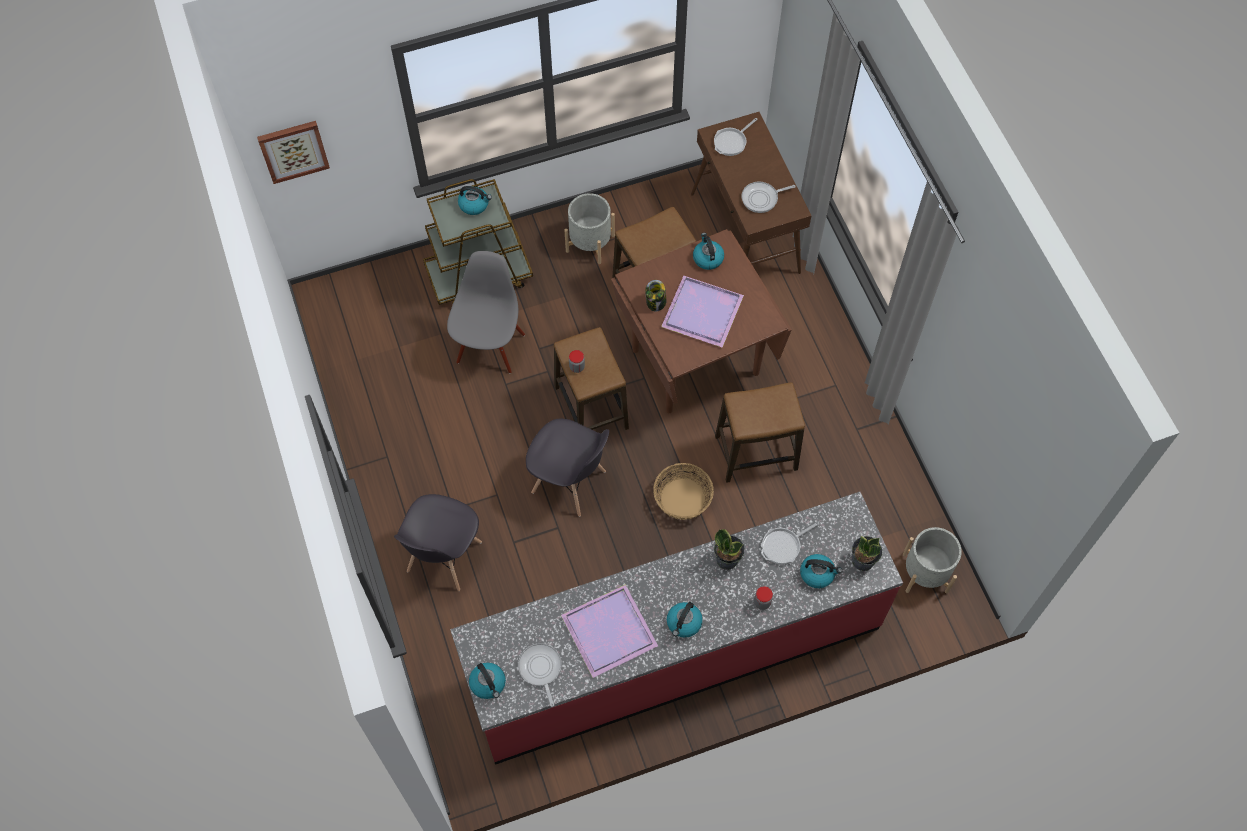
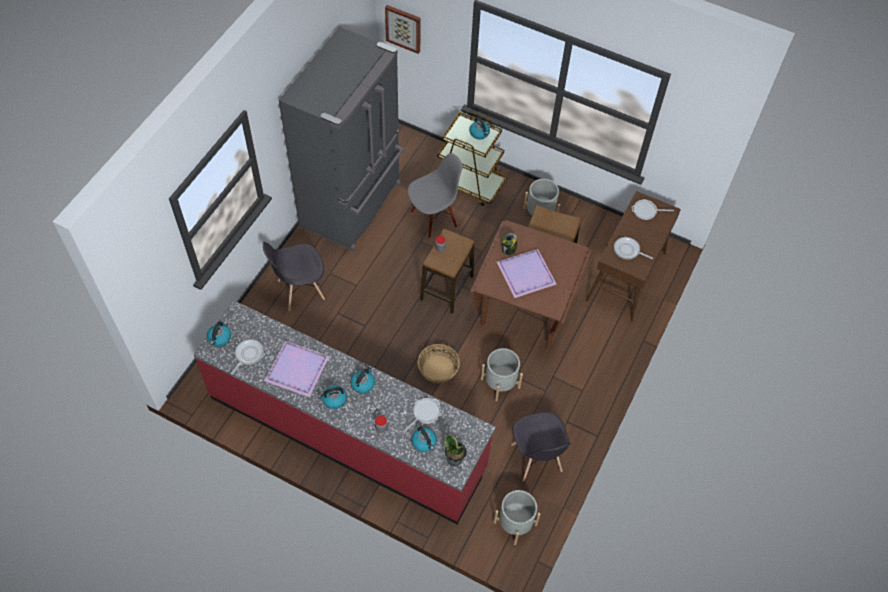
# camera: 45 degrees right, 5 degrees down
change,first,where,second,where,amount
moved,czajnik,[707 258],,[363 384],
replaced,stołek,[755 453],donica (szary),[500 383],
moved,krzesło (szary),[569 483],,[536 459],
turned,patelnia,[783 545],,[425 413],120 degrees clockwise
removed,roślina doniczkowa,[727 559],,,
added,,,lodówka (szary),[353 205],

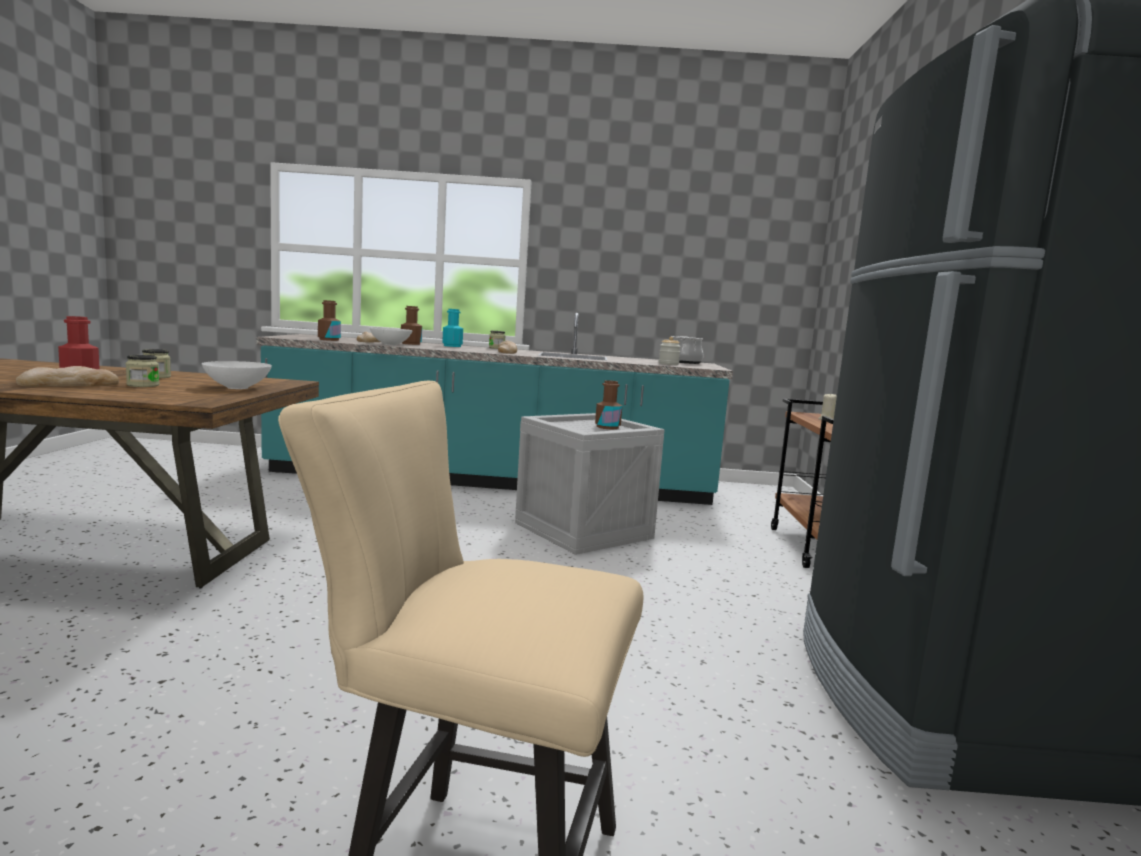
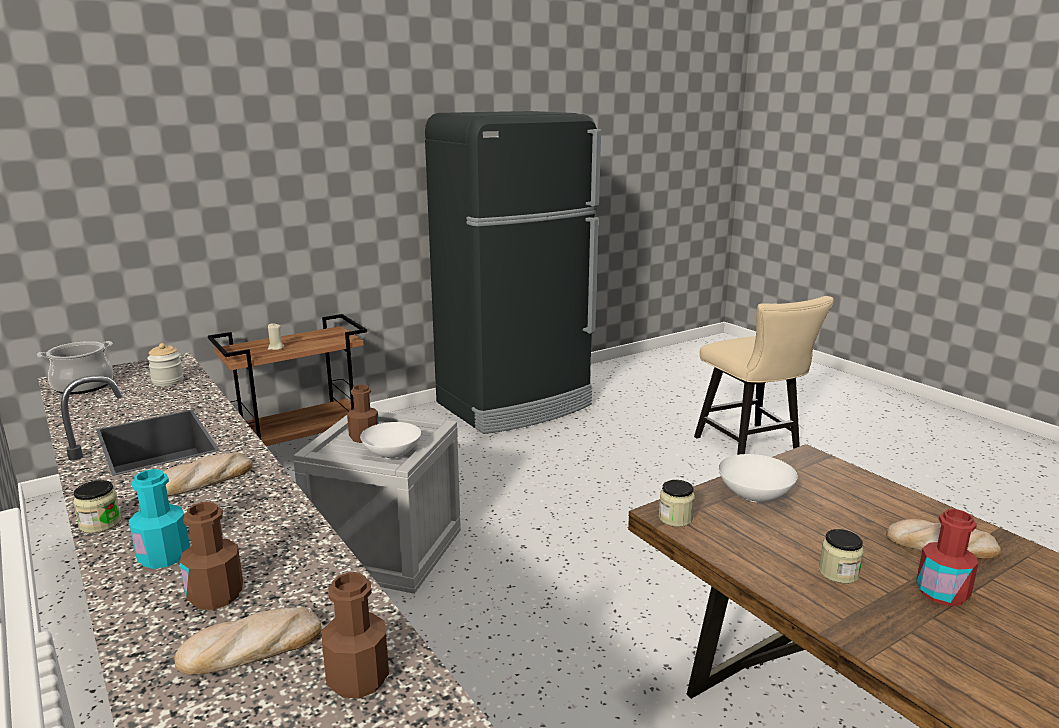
# camera: 125 degrees left, 10 degrees up
change,first,where,second,where,amount
moved,miska (biały),[390 344],,[393 454],
moved,słoik,[143 385],,[675 518],

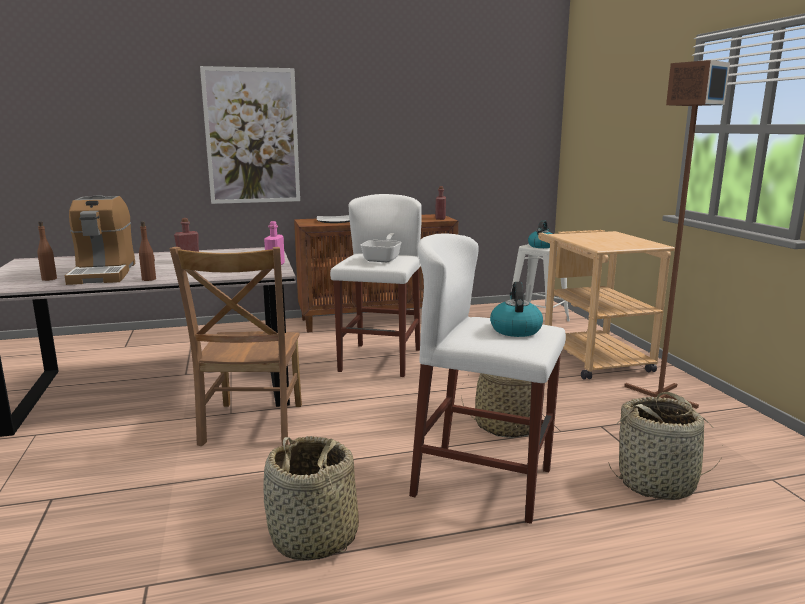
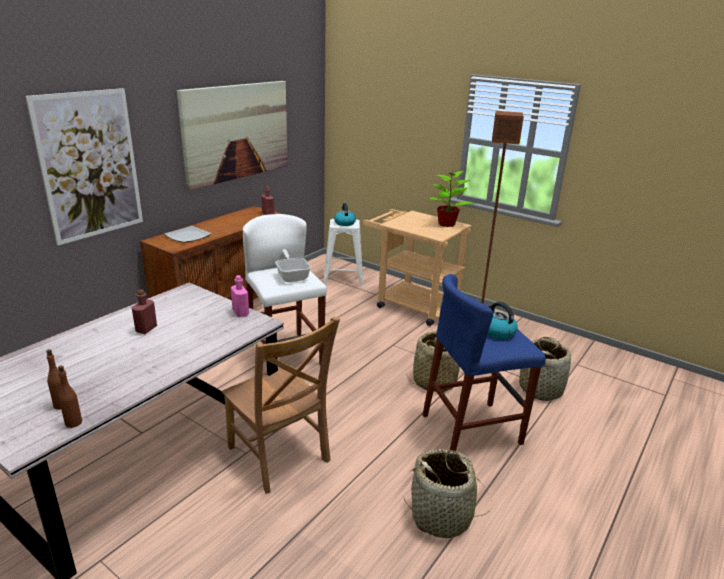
# camera: 40 degrees left, 10 degrees up
change,first,where,second,where,amount
removed,ekspres do kawy,[103 273],,,
moved,butelka (brązowy),[149 279],,[74 422],
recoloured,stołek (biały),[483 482],stołek (niebieski),[472 429],
added,,,obraz,[237 132],
added,,,roślina doniczkowa,[447 224],

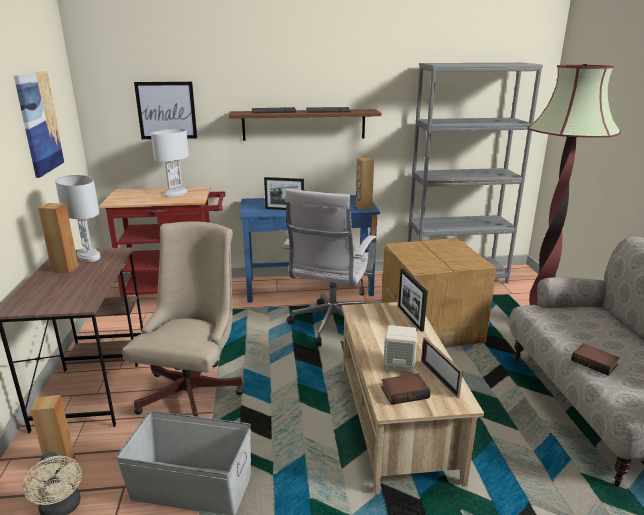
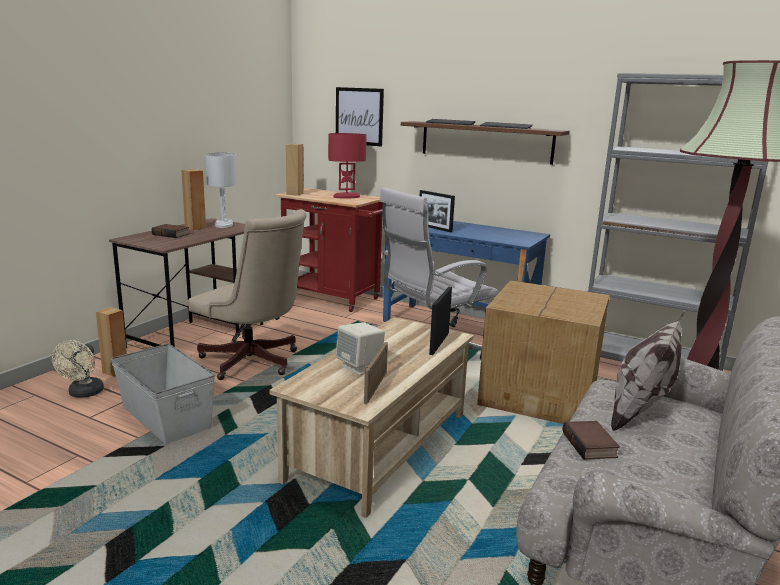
# camera: 35 degrees right, 5 degrees down
change,first,where,second,where,amount
removed,obraz,[39 123],,,
recoloured,lampa stołowa (biały),[175 193],lampa stołowa (czerwony),[346 197],
moved,głośnik (brązowy),[363 207],,[294 194],
turned,krzesło biurowe (beżowy),[194 389],,[253 363],75 degrees clockwise
moved,książka,[404 392],,[172 234],
added,,,poduszka,[640 414],

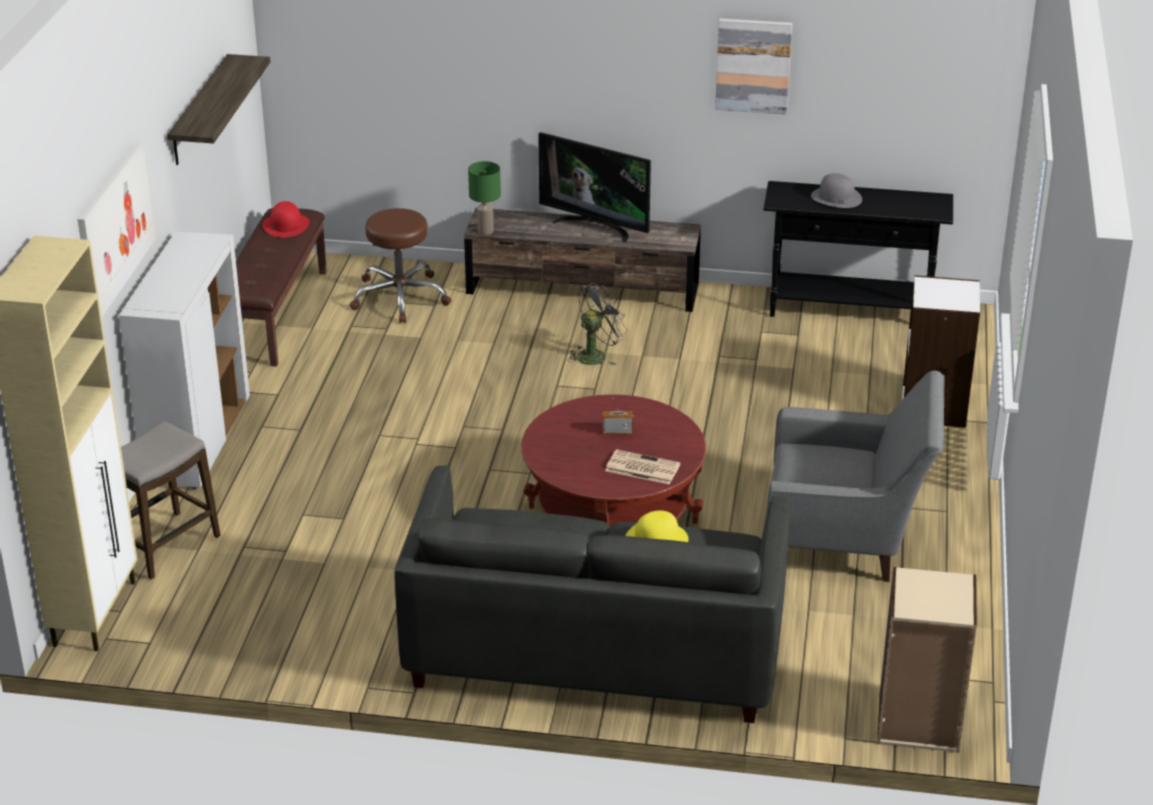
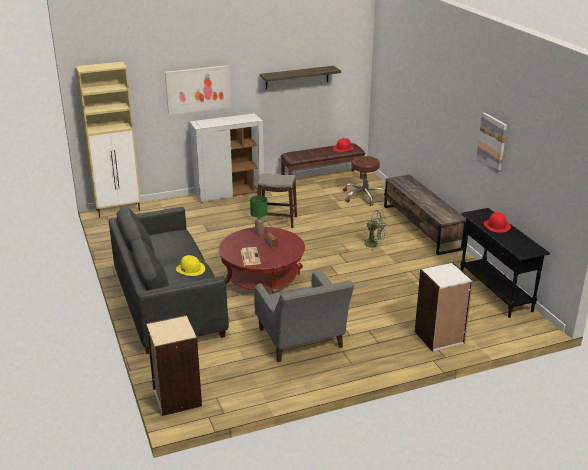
# camera: 60 degrees right, 5 degrees down
change,first,where,second,where,amount
removed,telewizor,[596 226],,,
moved,lampa stołowa (zielony),[485 231],,[259 233],
recoloured,kapelusz (szary),[836 197],kapelusz (czerwony),[497 225],
moved,stołek,[164 546],,[277 221],

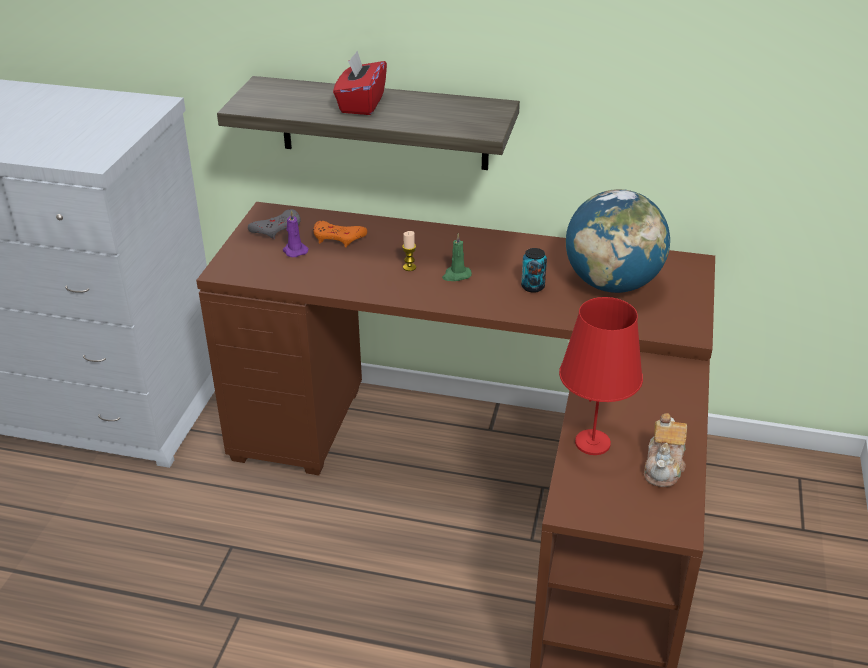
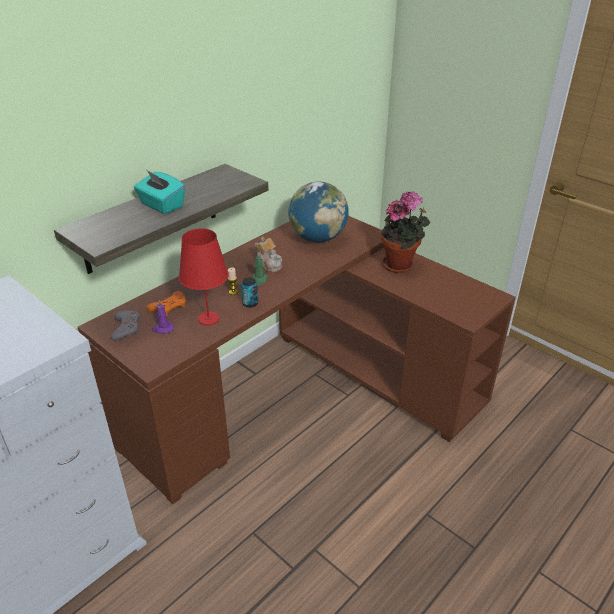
# camera: 60 degrees left, 0 degrees up
change,first,where,second,where,amount
recoloured,pudełko chusteczek (czerwony),[361 104],pudełko chusteczek (turkusowy),[161 205],
moved,puszka,[532 287],,[250 303],
moved,lampa stołowa (czerwony),[593 442],,[208 318],
moved,imbryk,[664 467],,[269 264],
added,,,roślina doniczkowa,[400 265],

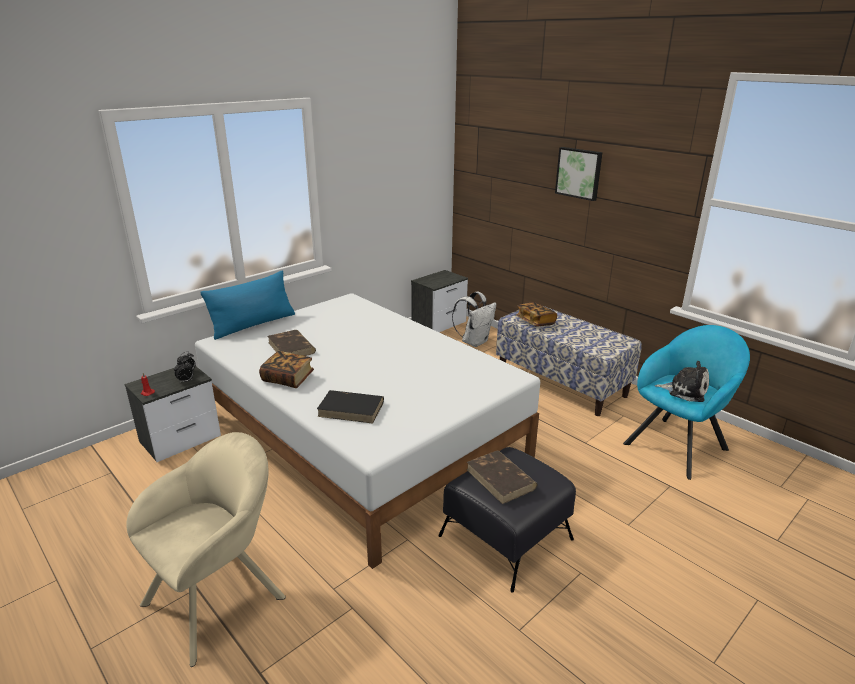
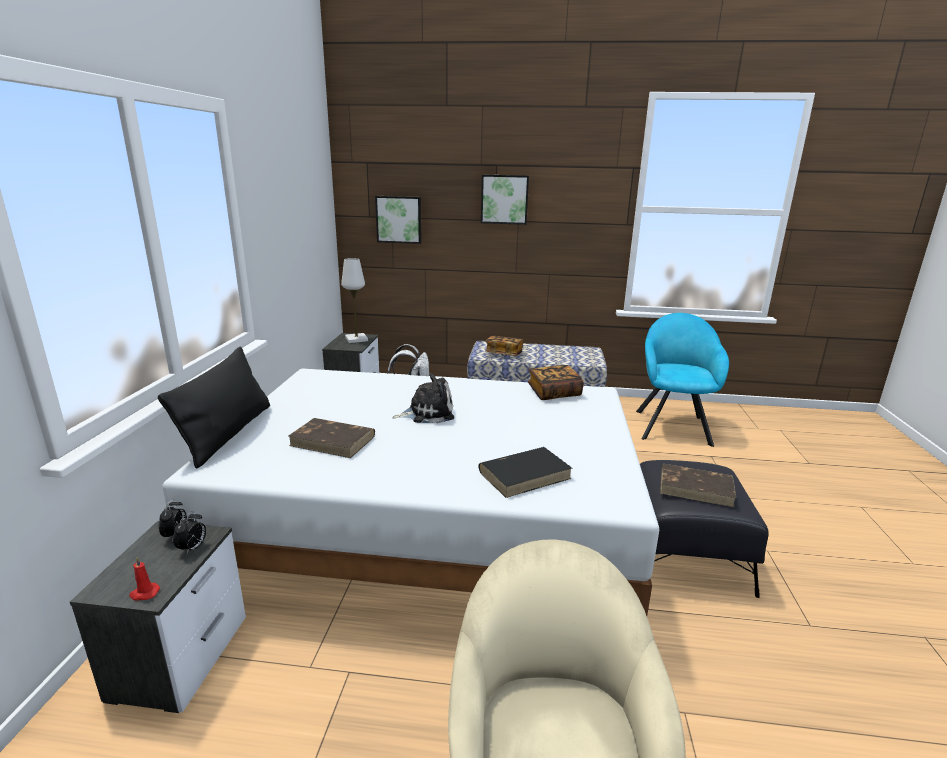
# camera: 40 degrees left, 5 degrees down
change,first,where,second,where,amount
recoloured,poduszka (niebieski),[253 324],poduszka (czarny),[228 433],
moved,książka,[288 379],,[554 393],
moved,pluszak,[685 390],,[427 413],
added,,,obraz,[399 219],
added,,,lampa stołowa (biały),[356 339],

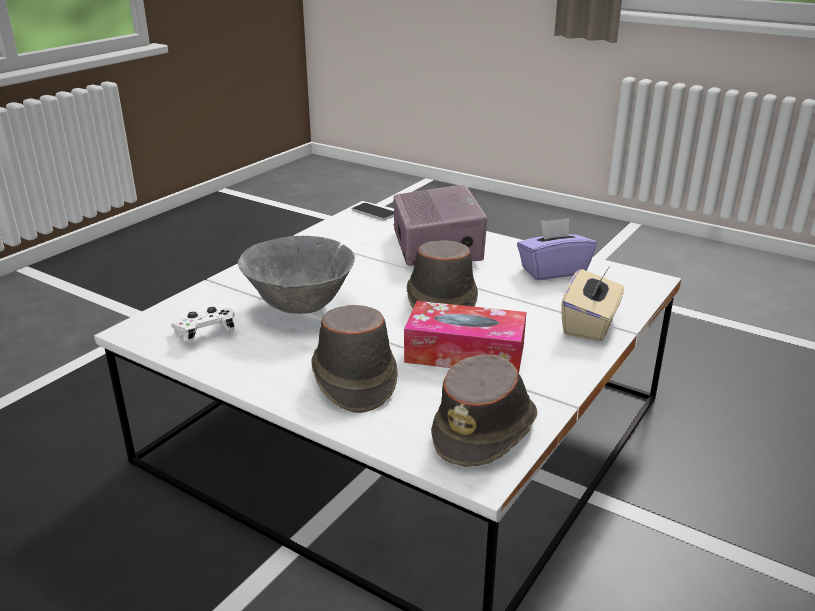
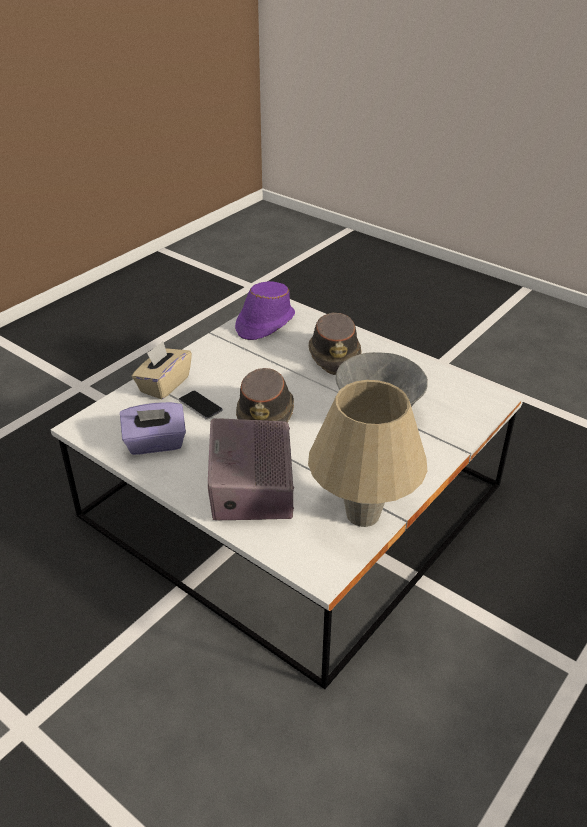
# camera: 175 degrees left, 10 degrees up
change,first,where,second,where,amount
moved,telefon,[374 212],,[200 406],
removed,pudełko chusteczek,[465 353],,,
removed,pad do gier (biały),[205 334],,,
recoloured,kapelusz (brązowy),[486 430],kapelusz (fioletowy),[264 323],
added,,,lampa stołowa (beżowy),[363 514],

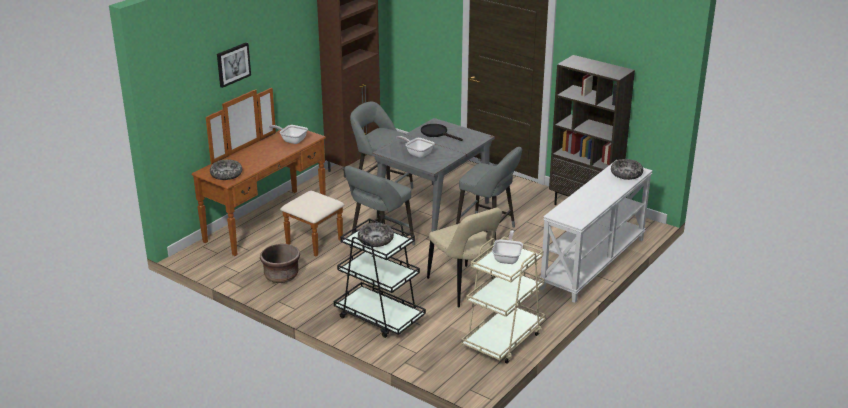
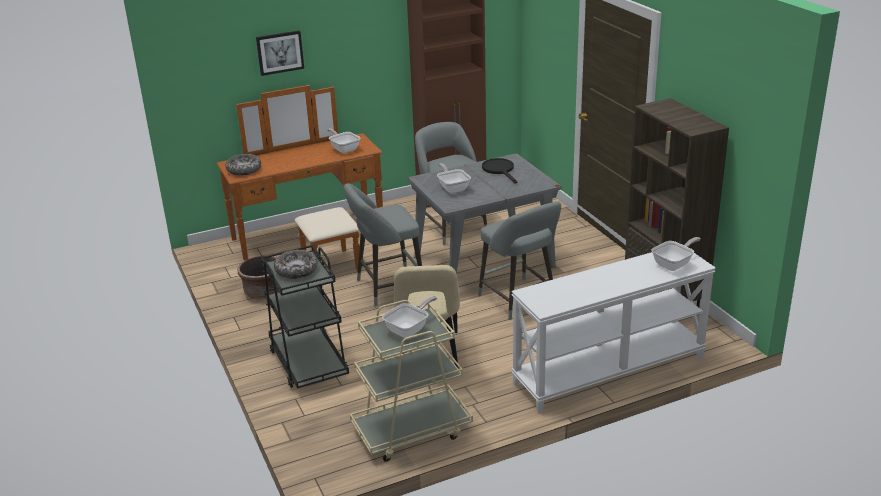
# camera: 30 degrees right, 0 degrees up
change,first,where,second,where,amount
replaced,miska,[626 174],patelnia,[674 264],

